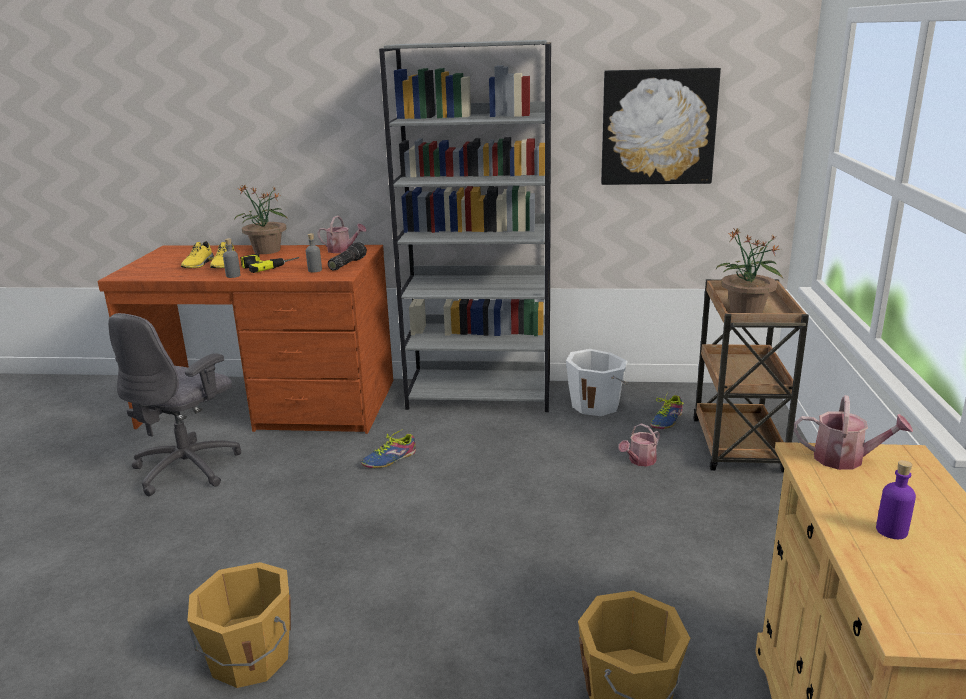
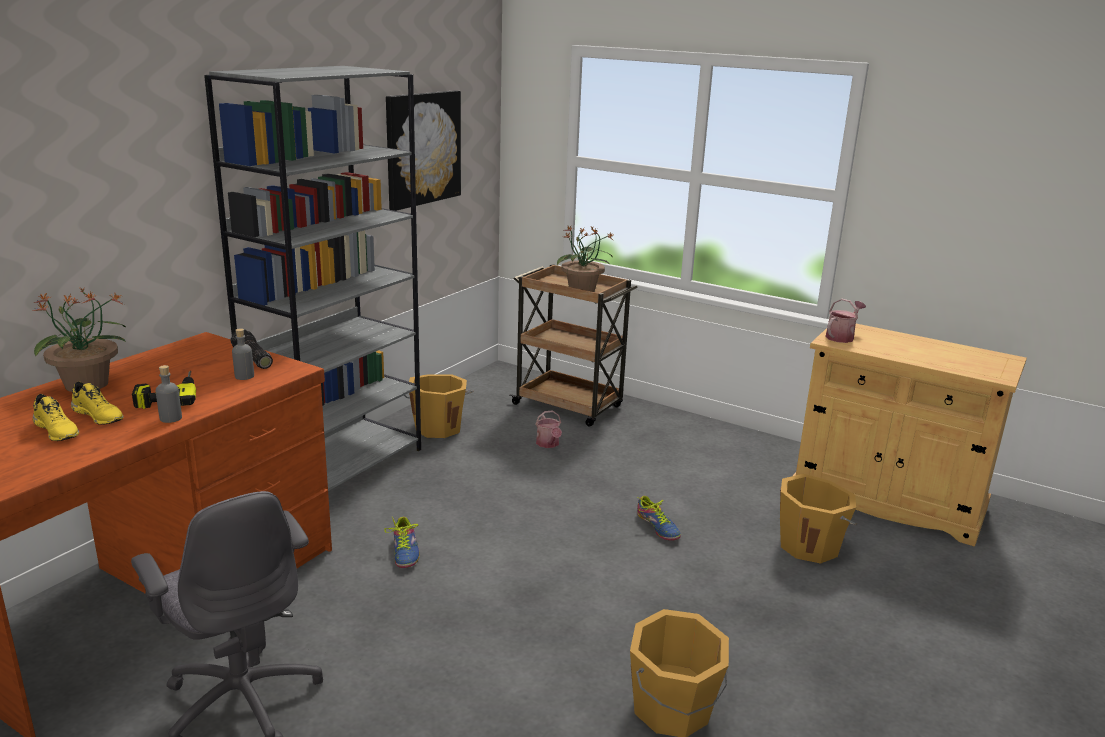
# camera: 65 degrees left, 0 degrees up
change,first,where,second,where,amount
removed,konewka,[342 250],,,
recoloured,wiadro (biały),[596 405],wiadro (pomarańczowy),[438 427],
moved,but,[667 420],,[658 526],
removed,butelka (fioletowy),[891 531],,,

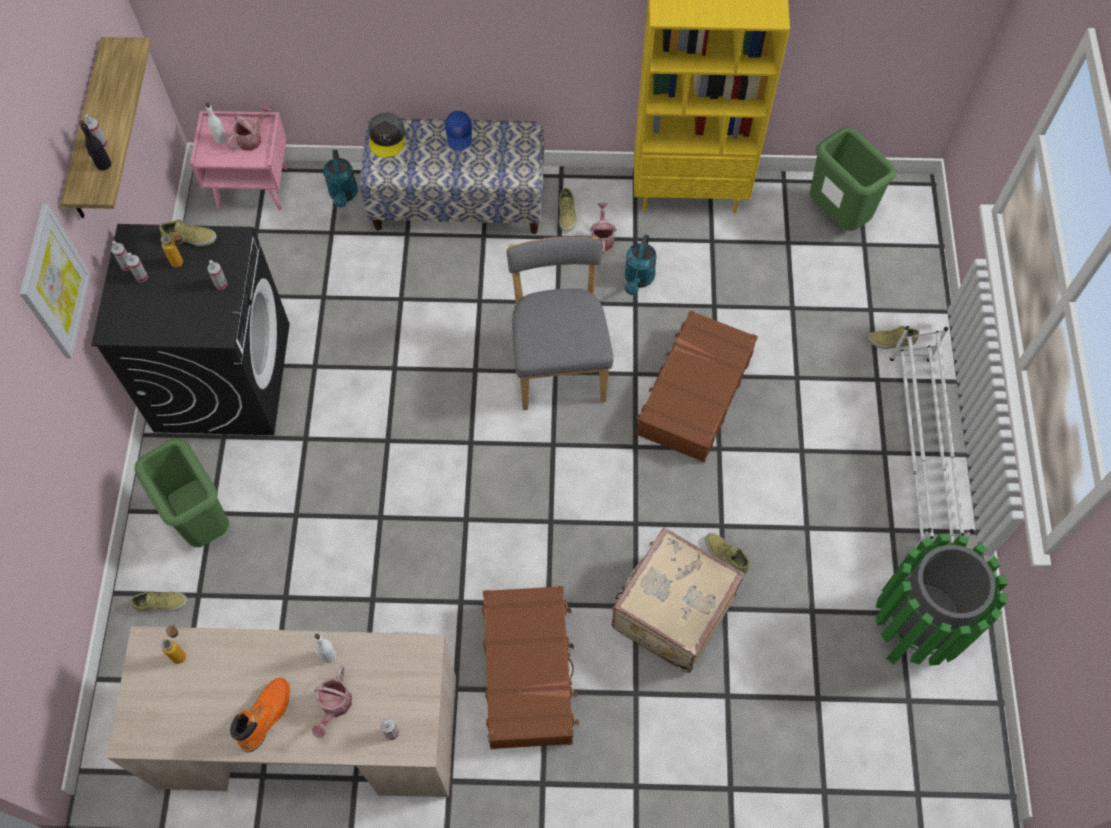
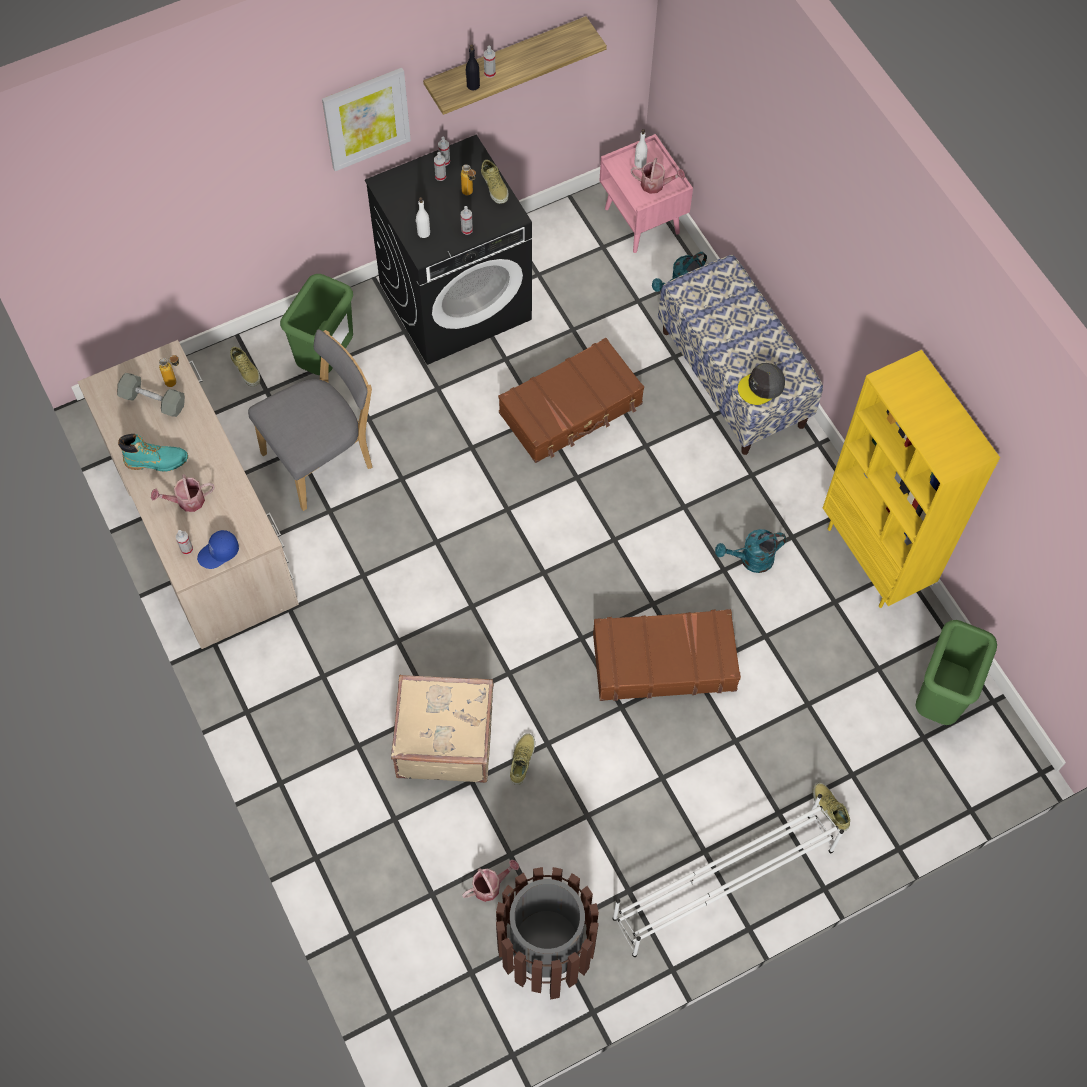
# camera: 60 degrees right, 0 degrees up
change,first,where,second,where,amount
moved,czapka z daszkiem (niebieski),[459 135],,[219 553],
moved,czapka z daszkiem (szary),[387 138],,[761 386],
removed,but (beżowy),[567 214],,,
moved,konewka,[602 238],,[490 886],
moved,krzesło (szary),[559 363],,[322 458],
recoloured,kosz na śmieci (zielony),[916 626],kosz na śmieci (brązowy),[545 950],
moved,walizka (brązowy),[529 671],,[571 409],
moved,butelka (biały),[328 655],,[423 233],
recoloured,but z cholewką (pomarańczowy),[266 716],but z cholewką (turkusowy),[156 461],
added,,,hantel (szary),[153 401],

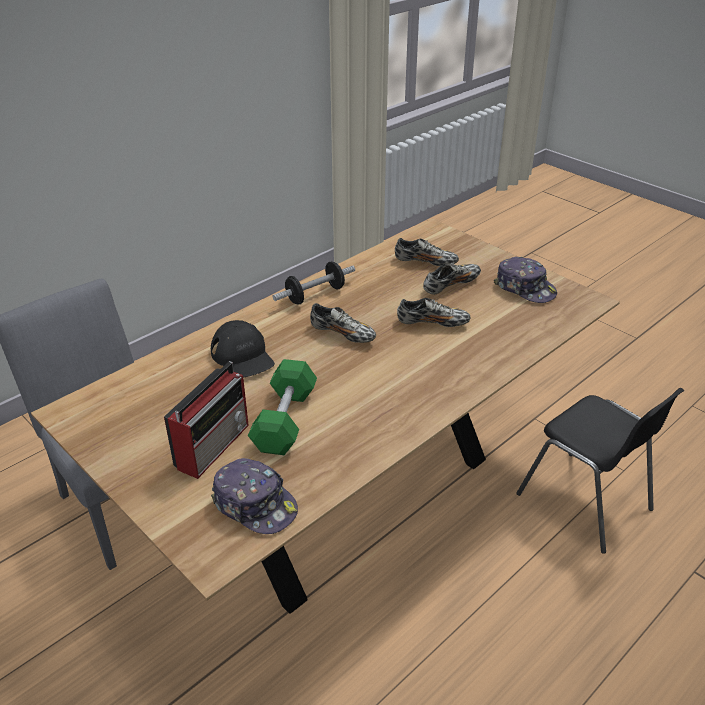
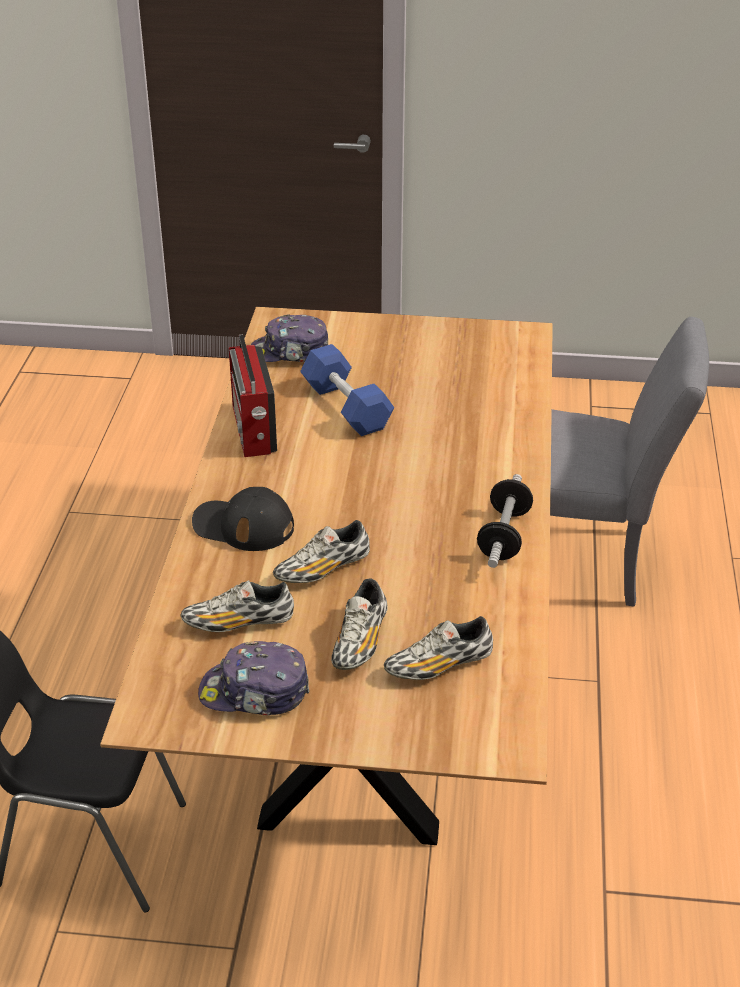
# camera: 140 degrees right, 0 degrees up
change,first,where,second,where,amount
moved,but,[343 334],,[238 623],
moved,czapka z daszkiem (czarny),[243 356],,[243 525],
recoloured,hantel (zielony),[285 420],hantel (niebieski),[346 407],
moved,radio,[214 445],,[253 431],

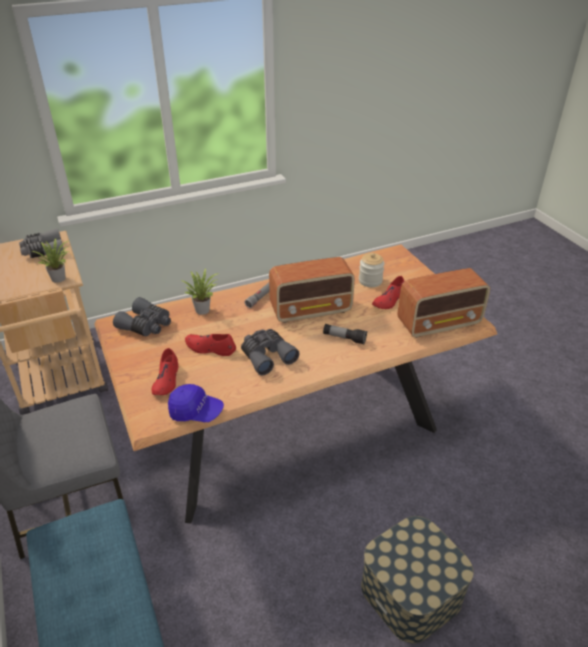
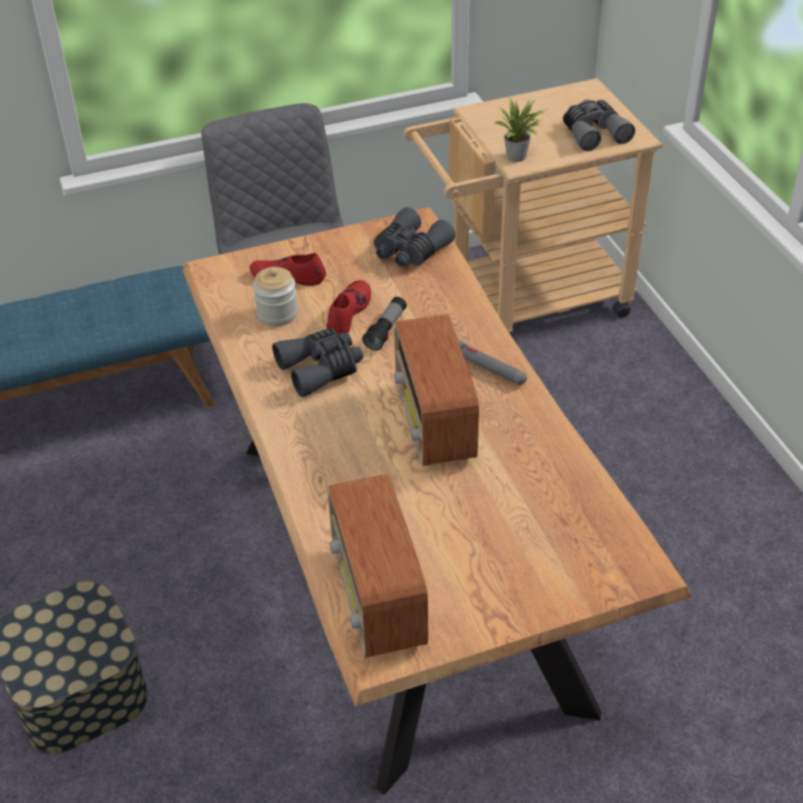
# camera: 95 degrees right, 5 degrees up
change,first,where,second,where,amount
moved,słoik,[370 281],,[277 314],
removed,roślina doniczkowa,[203 309],,,
removed,but (czerwony),[389 300],,,
moved,latarka,[344 338],,[386 330],
removed,czapka z daszkiem (niebieski),[196 412],,,

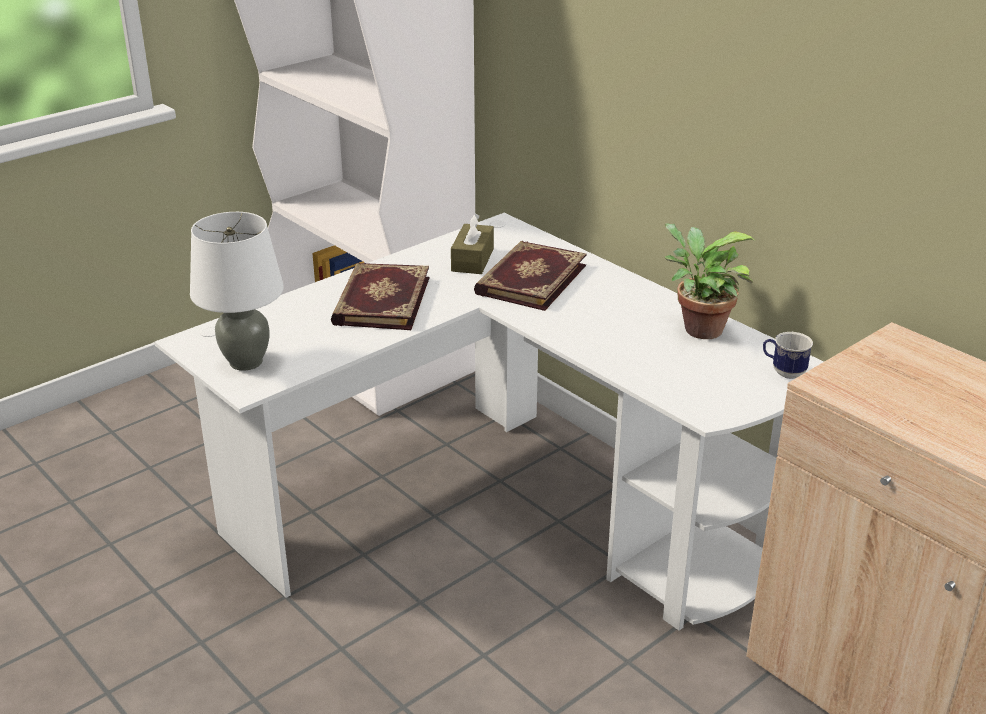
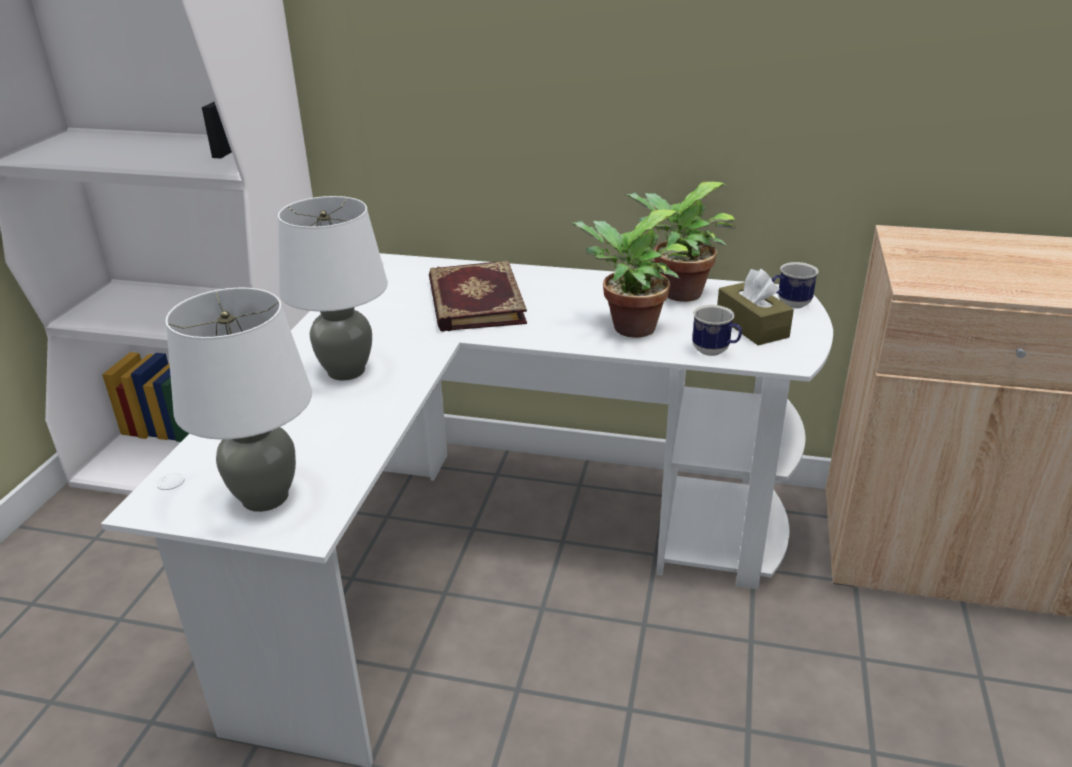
# camera: 35 degrees left, 0 degrees up
change,first,where,second,where,amount
moved,pudełko chusteczek (brązowy),[472 260],,[752 326],
replaced,książka,[380 301],lampa stołowa (biały),[346 371],
added,,,roślina doniczkowa,[628 329],
added,,,kubek,[715 352],

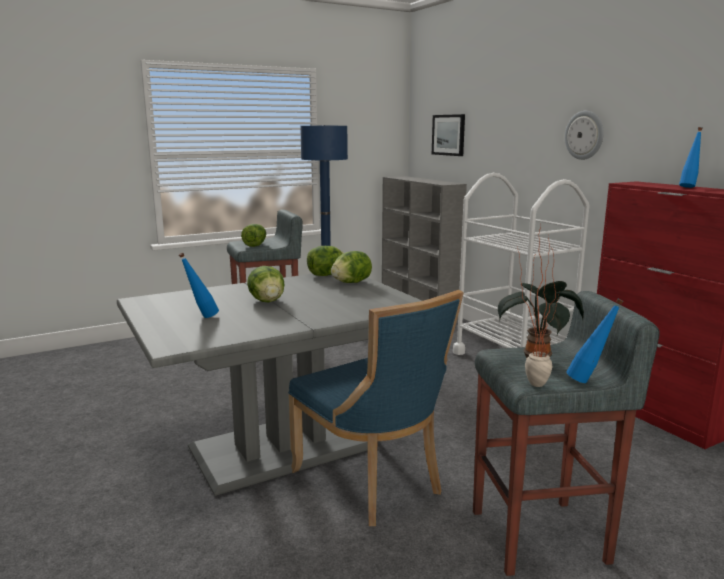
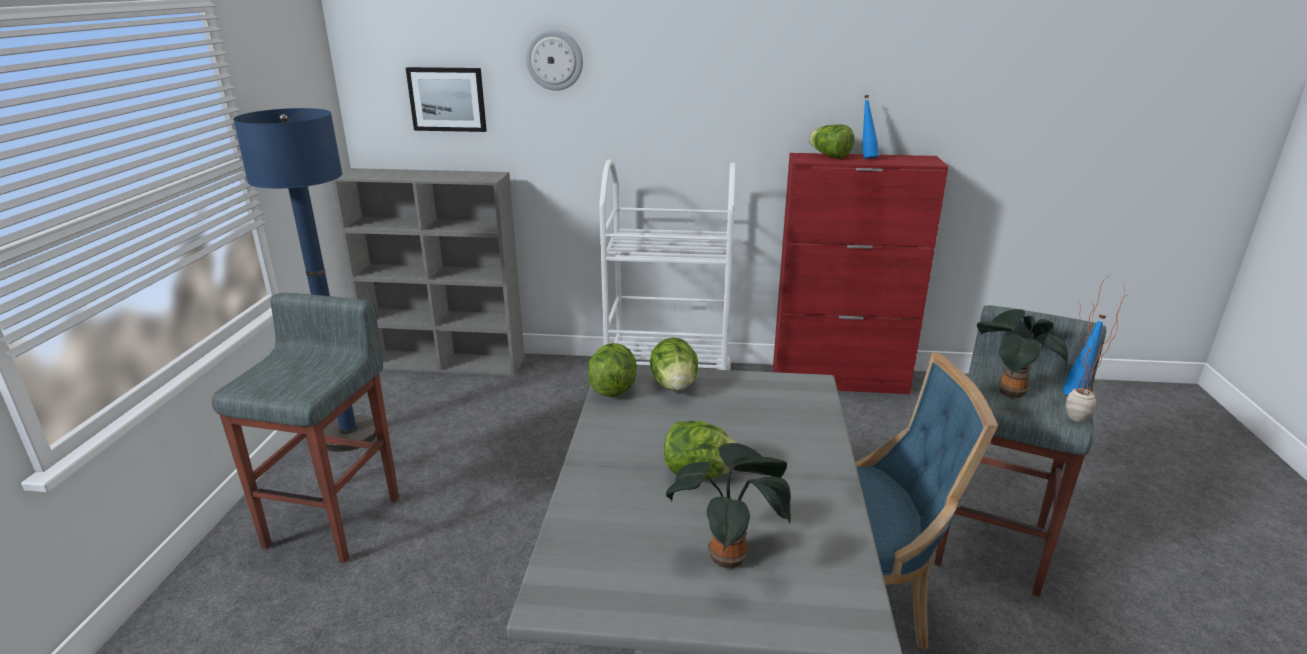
# camera: 55 degrees left, 10 degrees up
change,first,where,second,where,amount
moved,zegar ścienny,[584 135],,[554 60],
moved,sałata,[255 245],,[830 156],
replaced,butelka (niebieski),[201 317],roślina doniczkowa,[730 556],

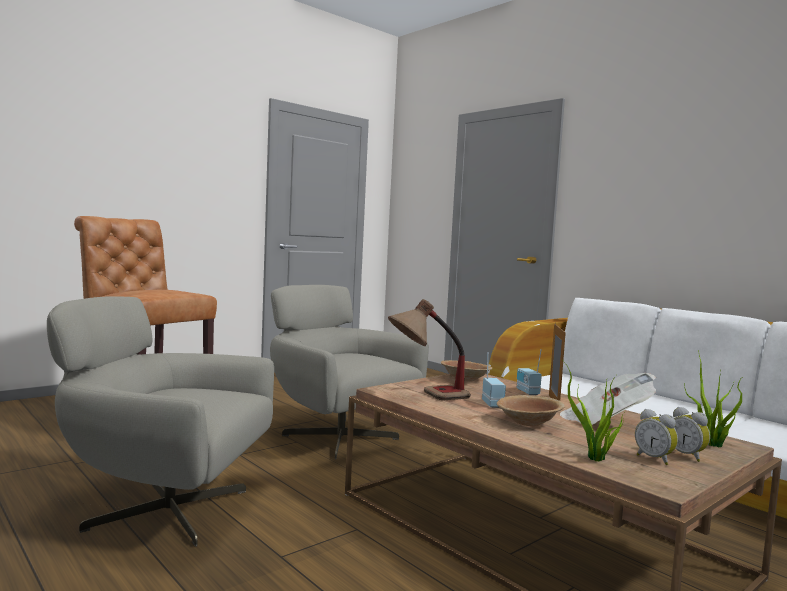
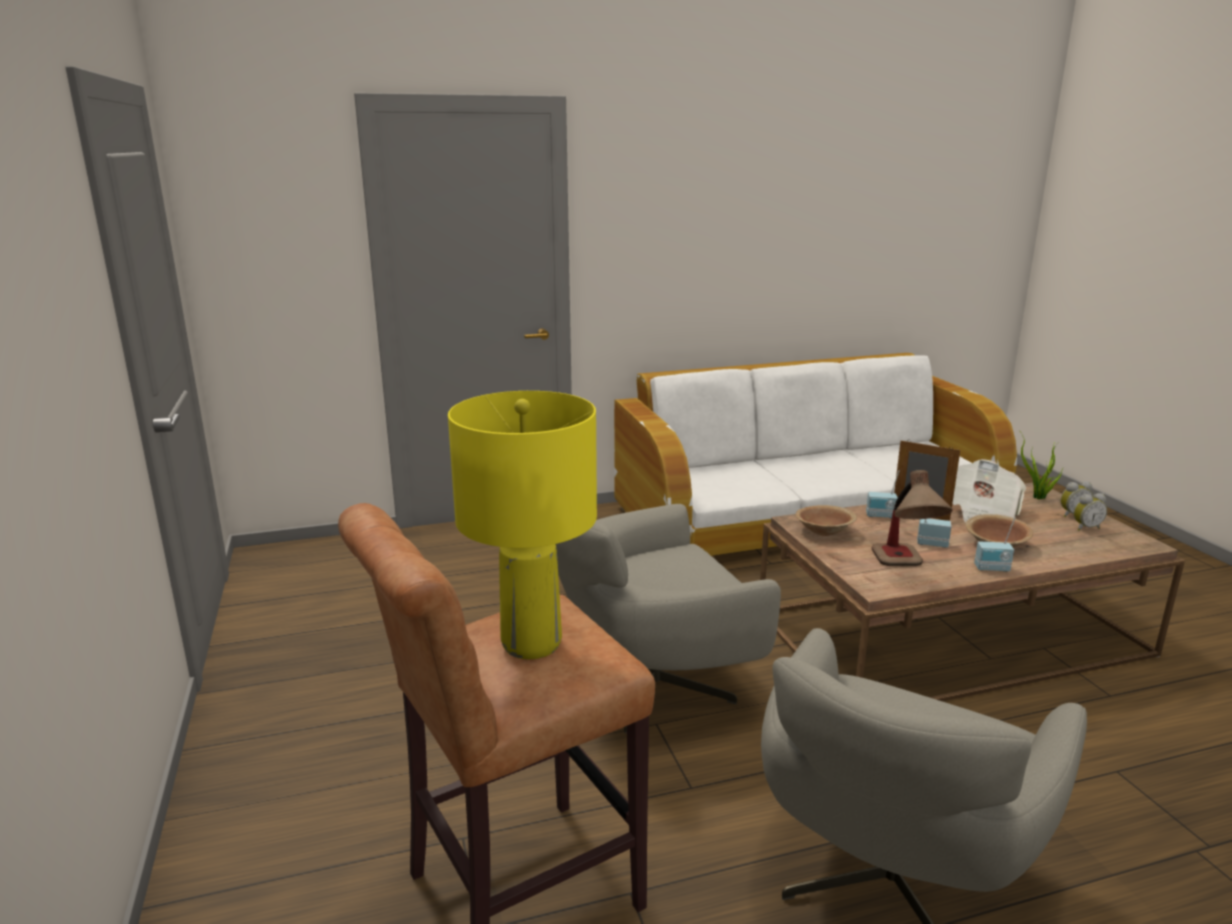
# camera: 65 degrees left, 15 degrees up
change,first,where,second,where,amount
removed,roślina doniczkowa,[595 459],,,
added,,,lampa stołowa (żółty),[532 643],
added,,,radio,[992 569],

